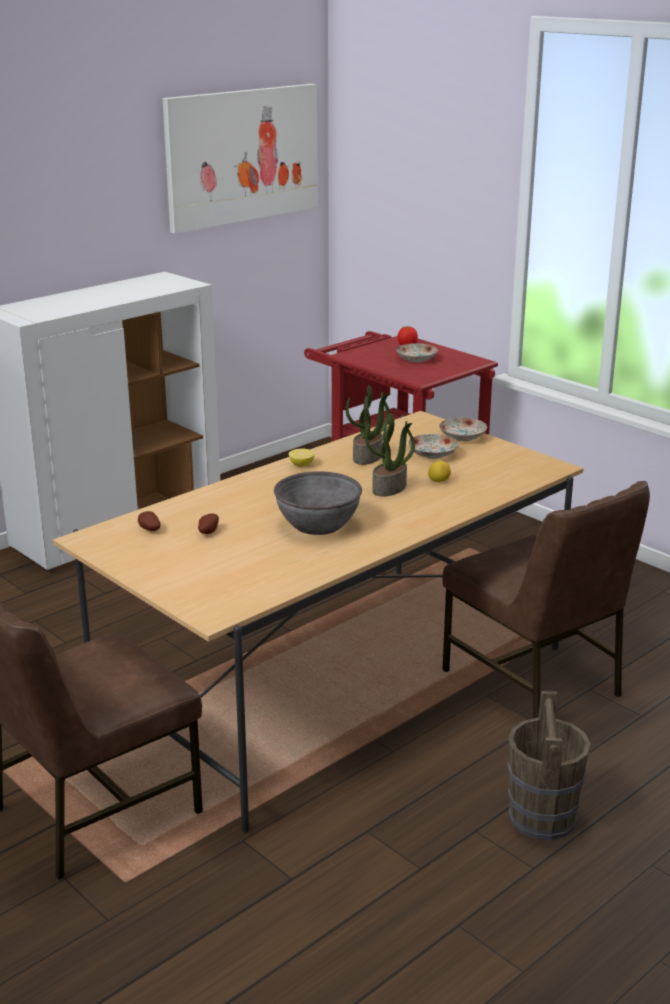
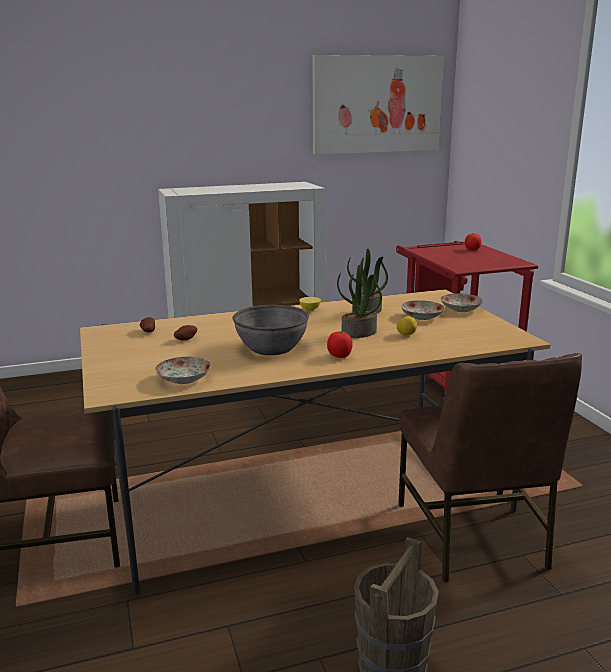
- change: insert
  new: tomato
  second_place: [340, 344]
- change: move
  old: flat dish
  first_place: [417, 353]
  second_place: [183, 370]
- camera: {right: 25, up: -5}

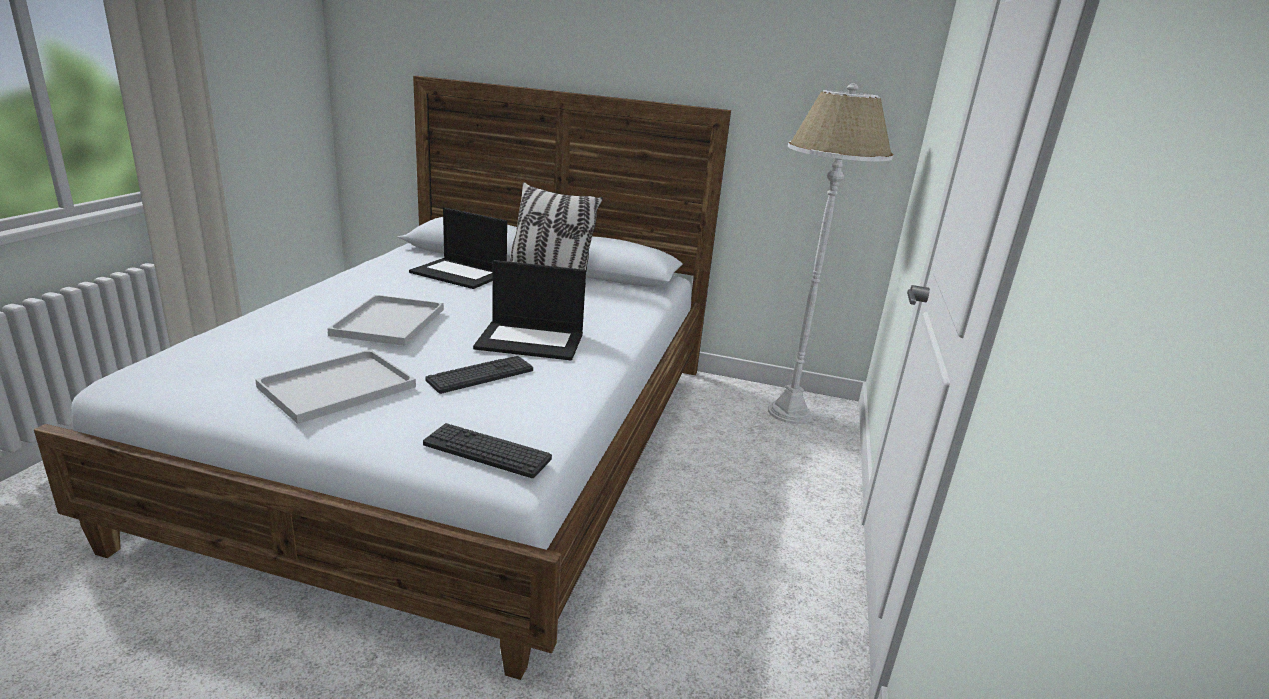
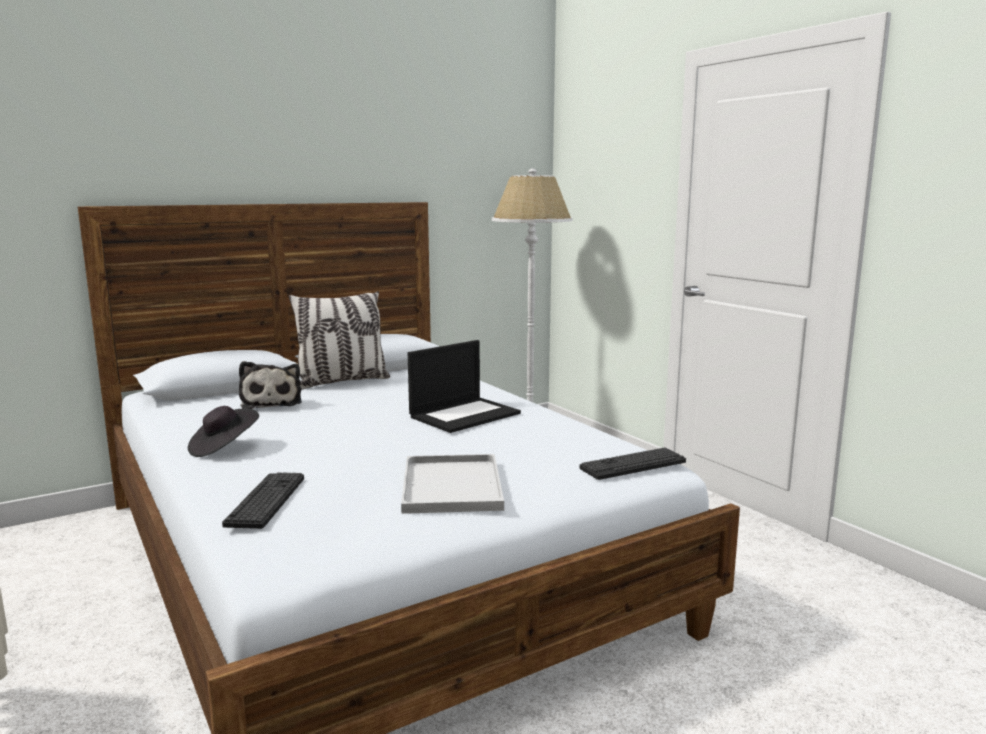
- change: delete
  old: tray in white
  first_place: [385, 320]
- change: insert
  new: wearable hat in blackish
  second_place: [223, 431]
- change: move
  old: PC keyboard
  first_place: [479, 375]
  second_place: [263, 500]
- change: replace
  old: portable computer
  new: plush toy
  first_place: [458, 248]
  second_place: [270, 385]
- camera: {right: -45, up: -10}

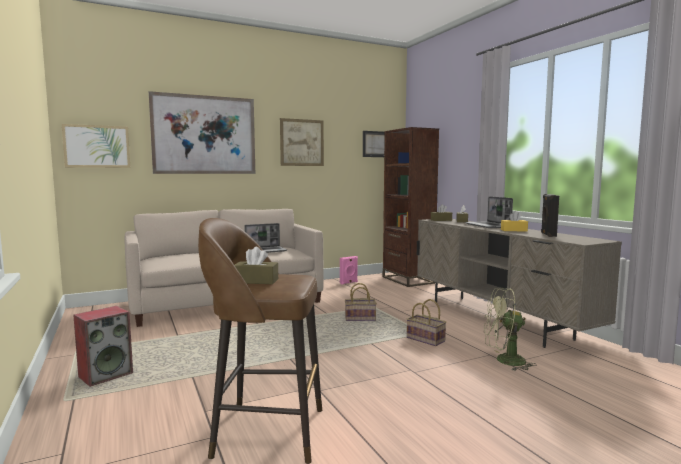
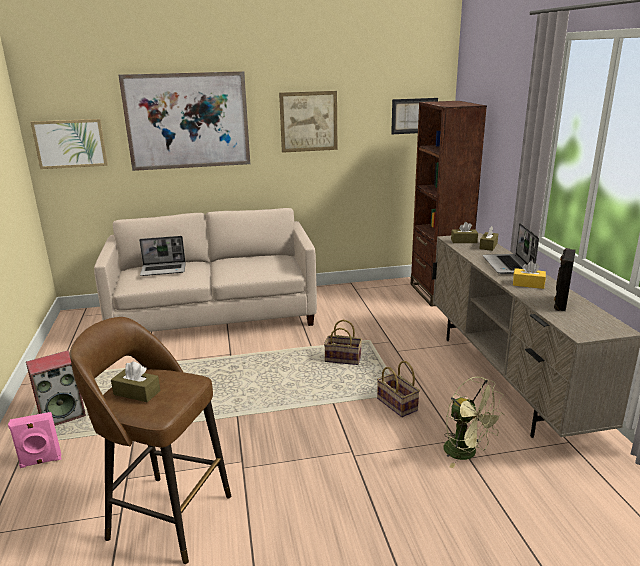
- change: move
  old: portable computer
  first_place: [265, 238]
  second_place: [162, 256]
- change: move
  old: audio speaker in pink-coloured
  first_place: [349, 270]
  second_place: [35, 440]
- change: rotate
  old: electric fan in greenish
  first_place: [510, 329]
  second_place: [474, 422]
  degrees: -150
- camera: {right: 15, up: 15}

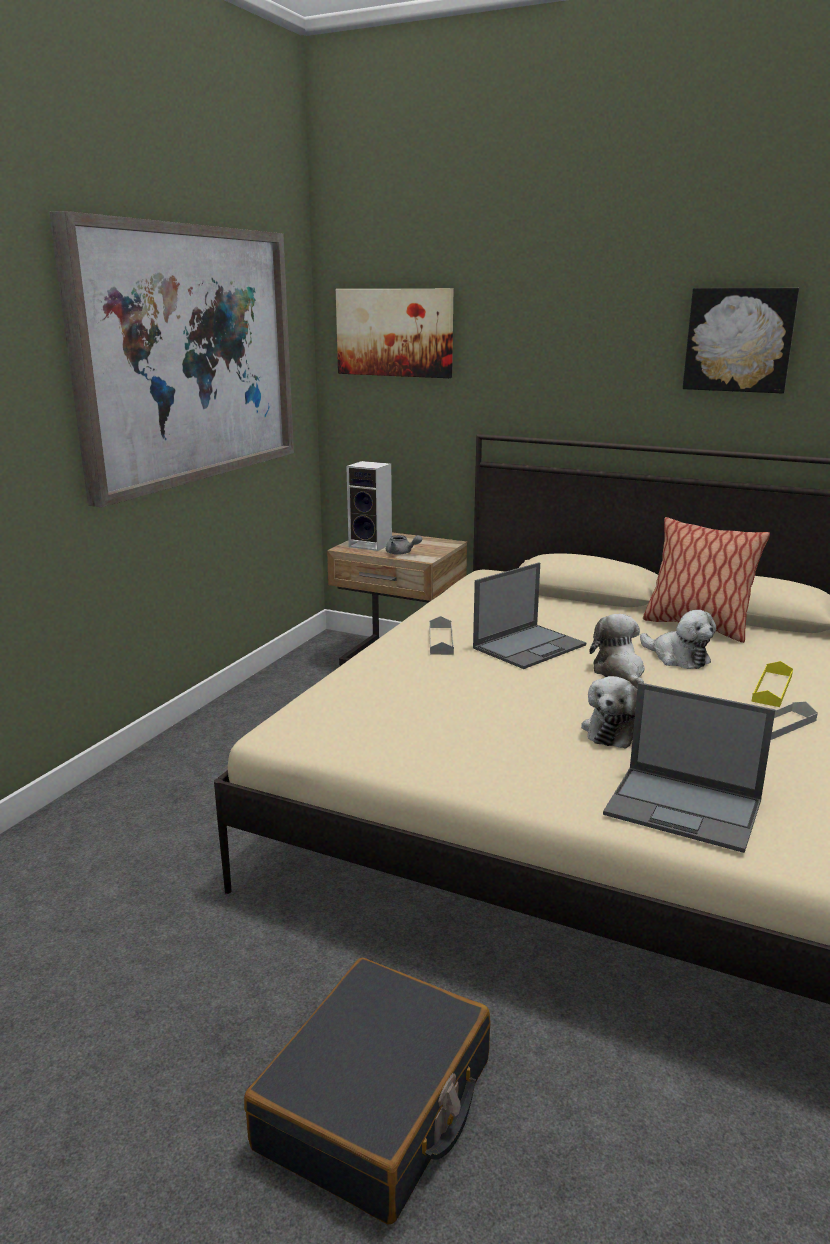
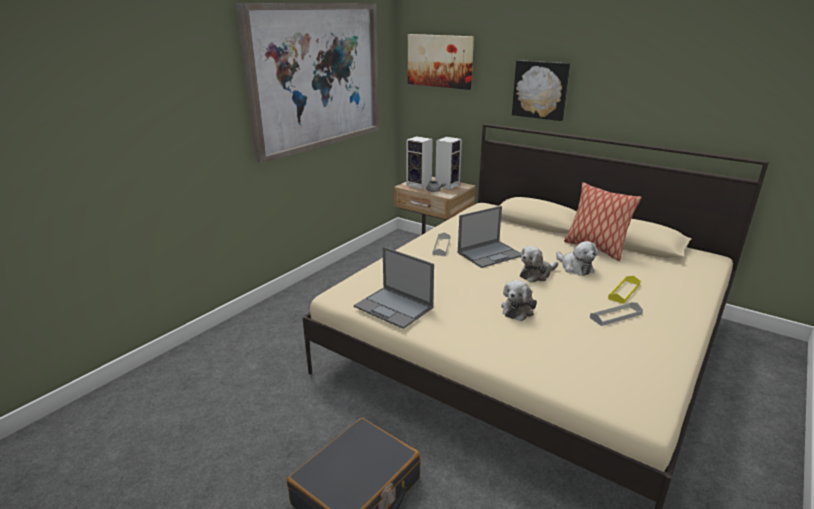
- change: insert
  new: audio speaker
  second_place: [448, 163]
- change: move
  old: portable computer
  first_place: [689, 767]
  second_place: [394, 288]
- change: move
  old: picture
  first_place: [741, 341]
  second_place: [541, 90]
- change: rotate
  old: plush toy
  first_place: [617, 651]
  second_place: [539, 264]
  degrees: -120
- camera: {right: 10, up: 5}

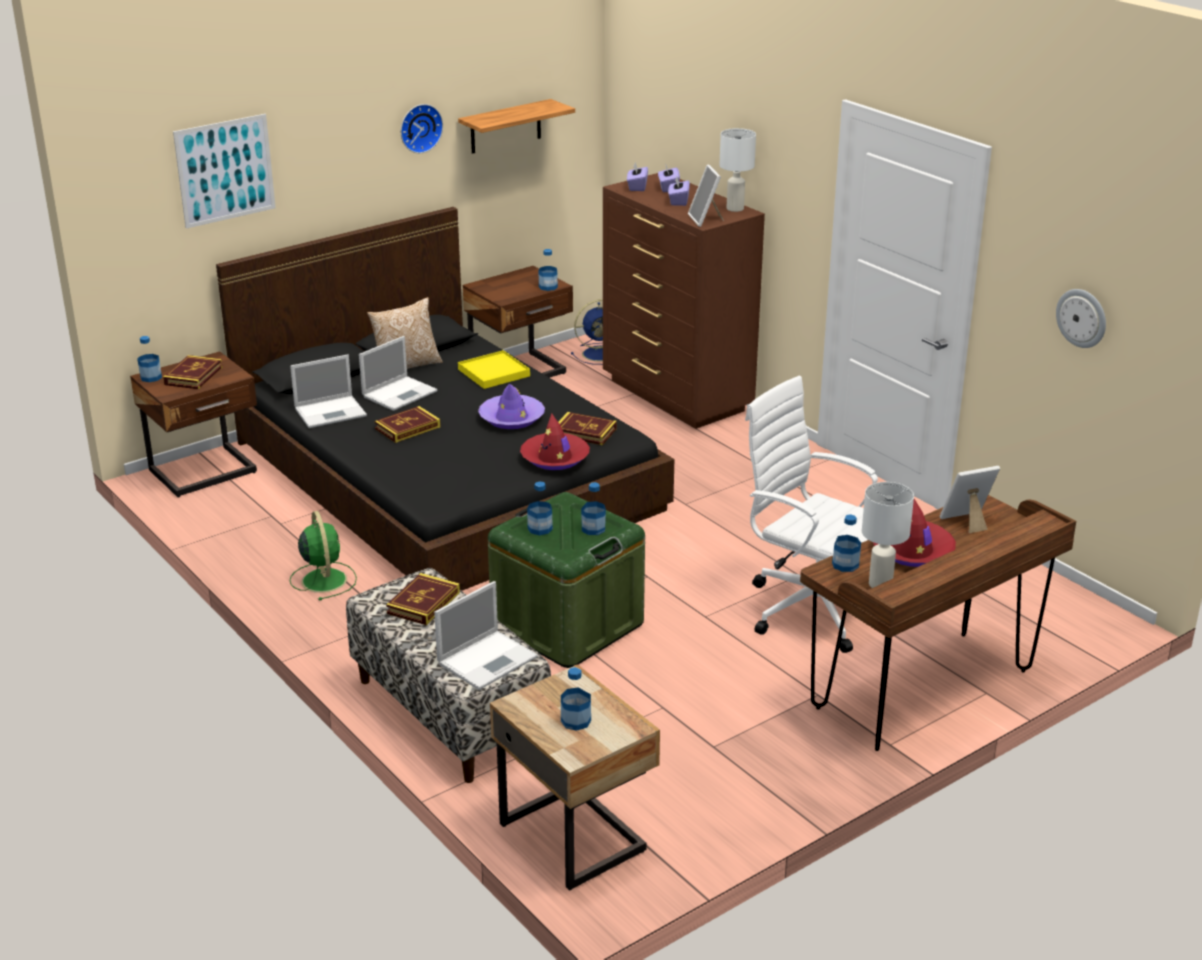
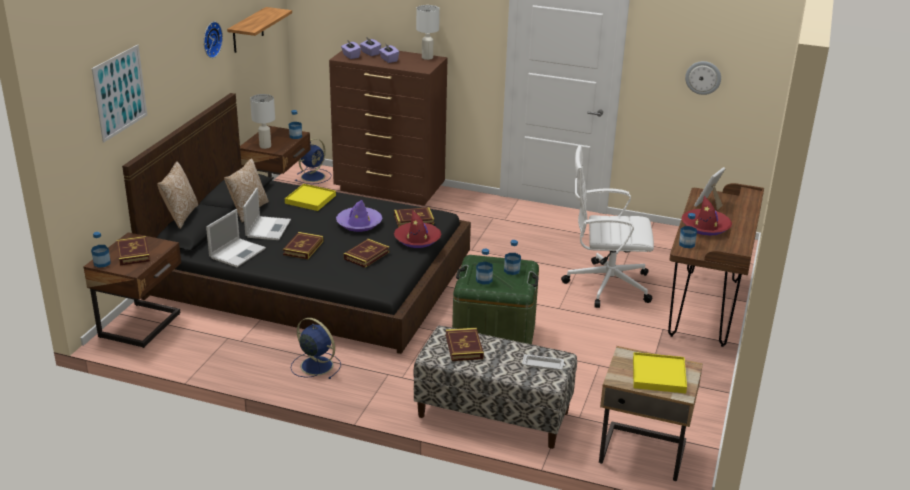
- change: delete
  old: standing frame
  first_place: [706, 196]
- change: insert
  new: cushion
  second_place: [177, 195]
- change: insert
  new: bound book
  second_place: [366, 253]
- change: move
  old: lamp for a table in white
  first_place: [888, 535]
  second_place: [262, 121]
- change: replace
  old: portable computer
  new: tray in white
  first_place: [486, 635]
  second_place: [543, 362]
- change: replace
  old: bottle
  new: tray in yellow
  first_place: [576, 699]
  second_place: [660, 372]
- change: recolor
  old: electric fan in greenish
  new: electric fan in blue
  first_place: [323, 556]
  second_place: [316, 348]
- camera: {right: -35, up: 0}

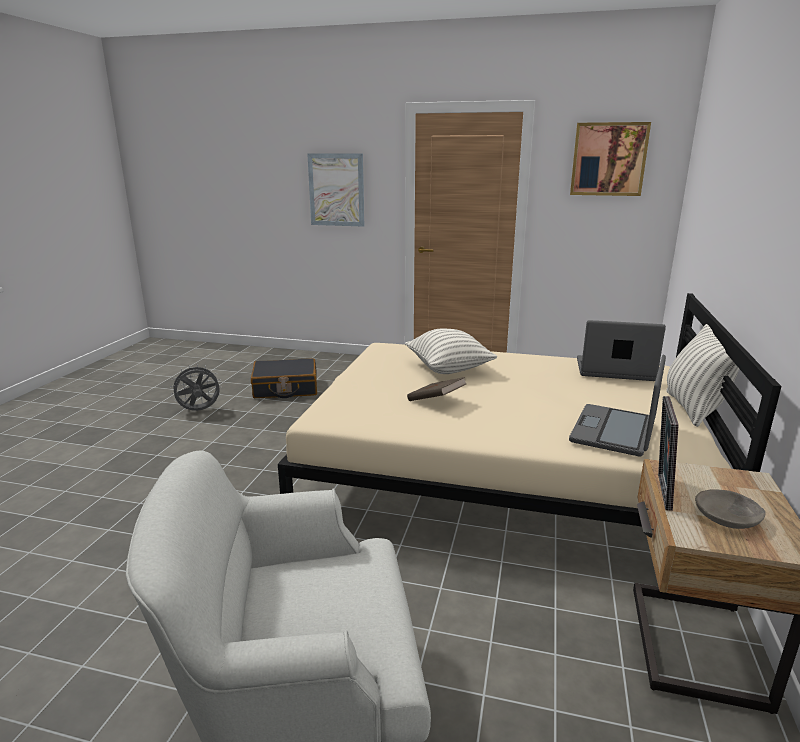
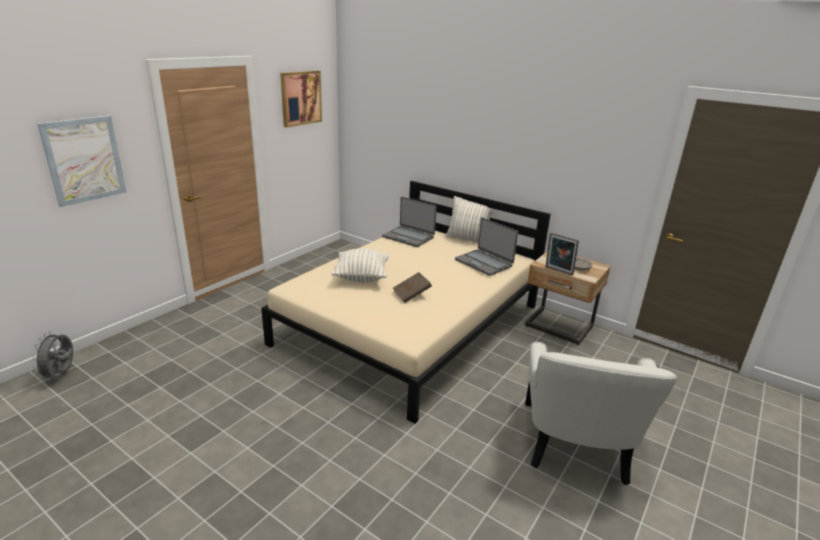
- change: delete
  old: suitcase in blackish
  first_place: [284, 378]
- change: move
  old: electric fan in greyish
  first_place: [196, 387]
  second_place: [52, 355]
- change: rotate
  old: portable computer
  first_place: [621, 350]
  second_place: [409, 222]
  degrees: -90
- camera: {right: -70, up: 5}

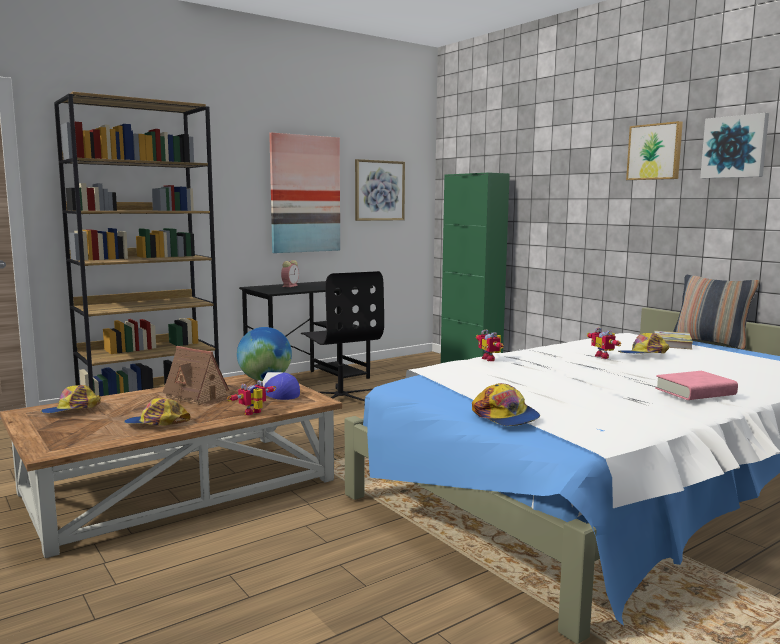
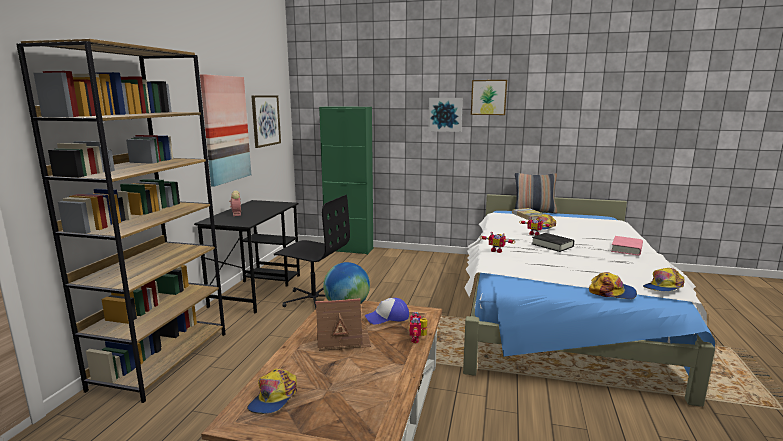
- change: insert
  new: bound book in blackish
  second_place: [553, 242]
- change: move
  old: peaked cap
  first_place: [157, 412]
  second_place: [664, 280]
- change: move
  old: picture
  first_place: [734, 145]
  second_place: [445, 115]
- camera: {right: -40, up: 5}

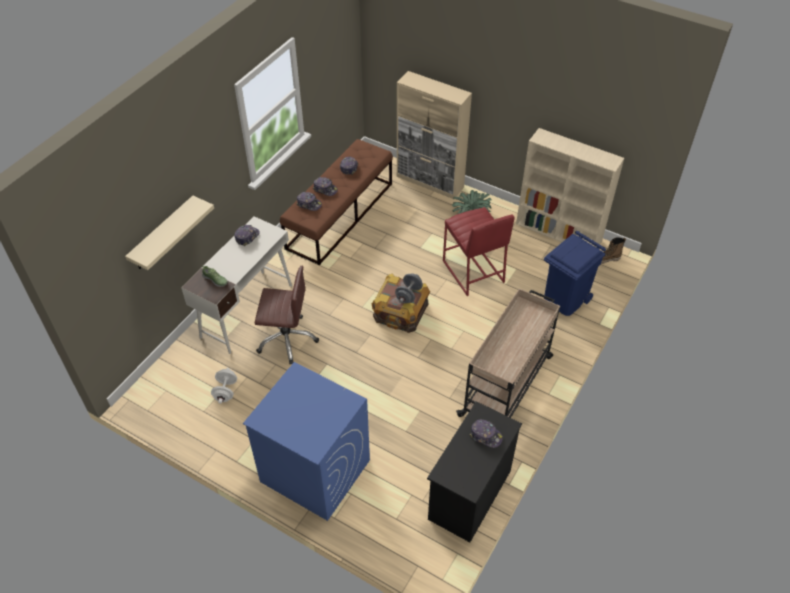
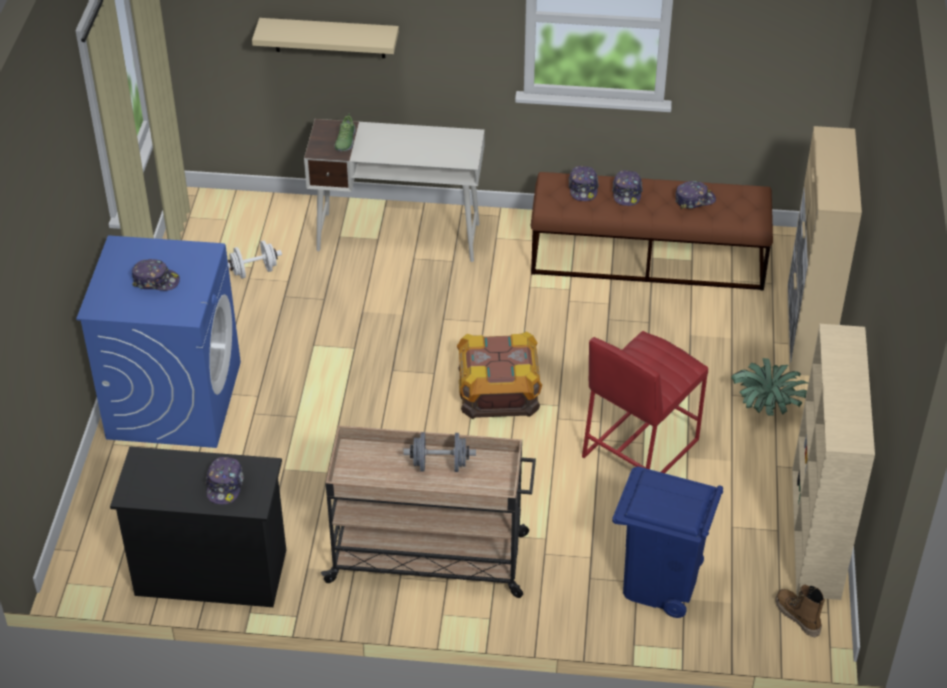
- change: delete
  old: desk chair in brown-coloured
  first_place: [287, 315]
- change: move
  old: peaked cap
  first_place: [247, 235]
  second_place: [156, 275]
- change: move
  old: hand weight in greyish
  first_place: [409, 288]
  second_place: [439, 452]
- camera: {right: 65, up: -5}

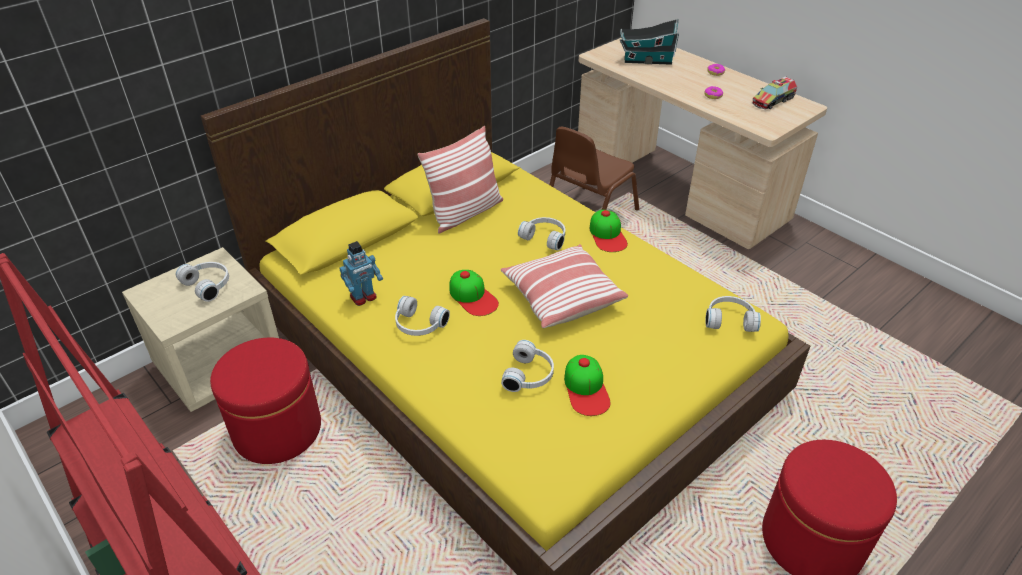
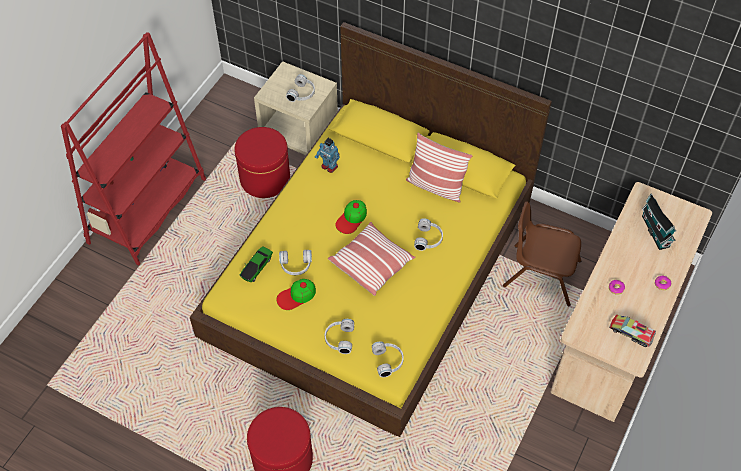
- change: delete
  old: peaked cap
  first_place: [609, 231]
- change: insert
  new: toy car
  second_place: [256, 264]
- change: move
  old: headset in white
  first_place: [422, 316]
  second_place: [339, 336]
- camera: {right: 70, up: 15}

